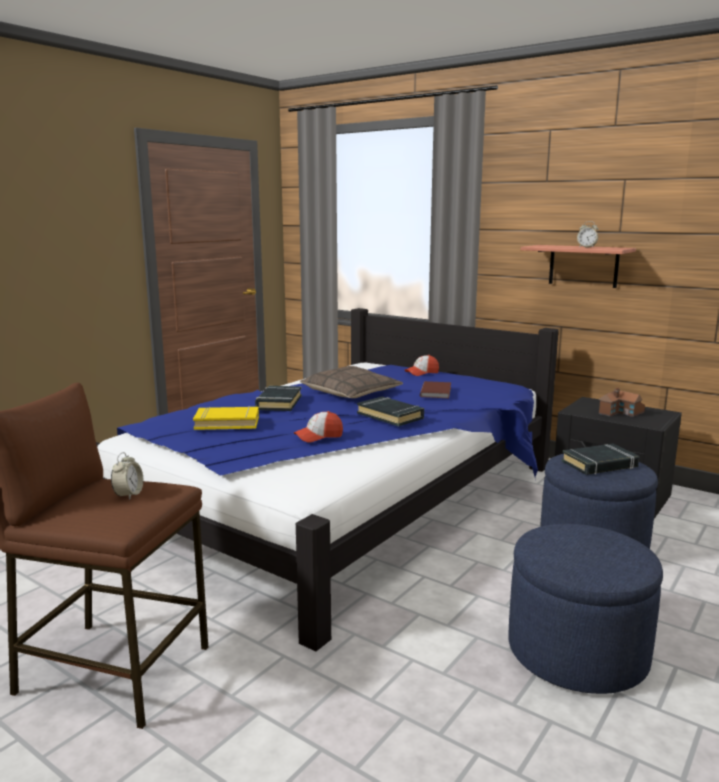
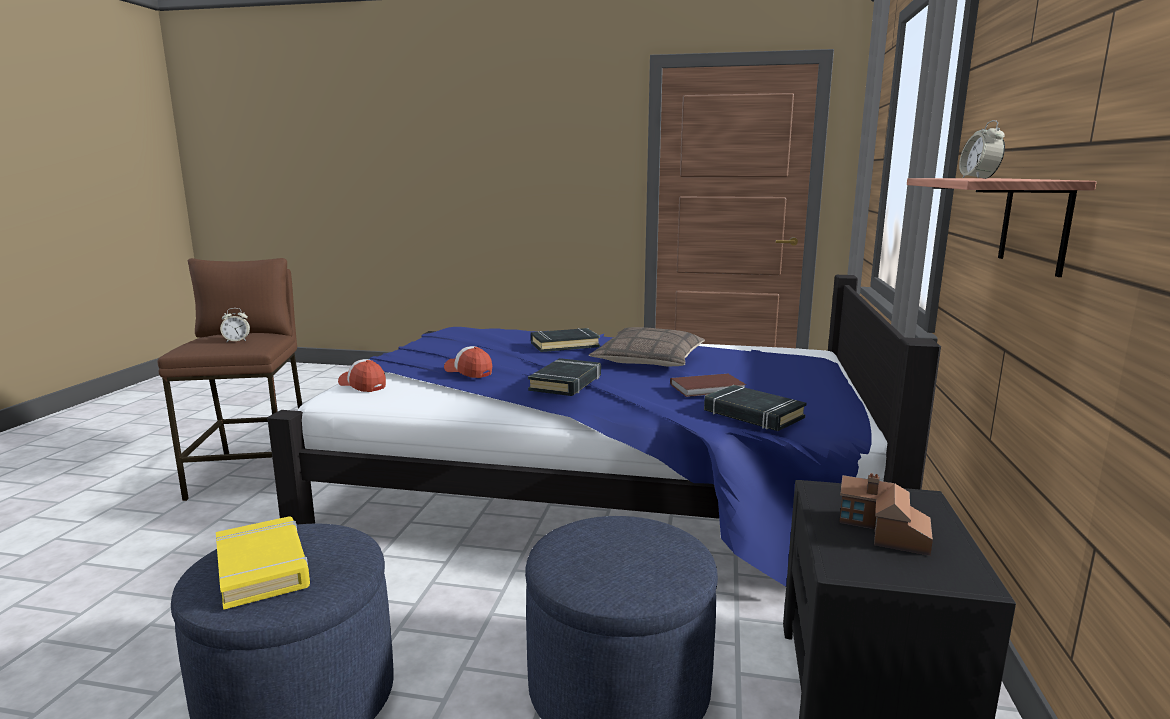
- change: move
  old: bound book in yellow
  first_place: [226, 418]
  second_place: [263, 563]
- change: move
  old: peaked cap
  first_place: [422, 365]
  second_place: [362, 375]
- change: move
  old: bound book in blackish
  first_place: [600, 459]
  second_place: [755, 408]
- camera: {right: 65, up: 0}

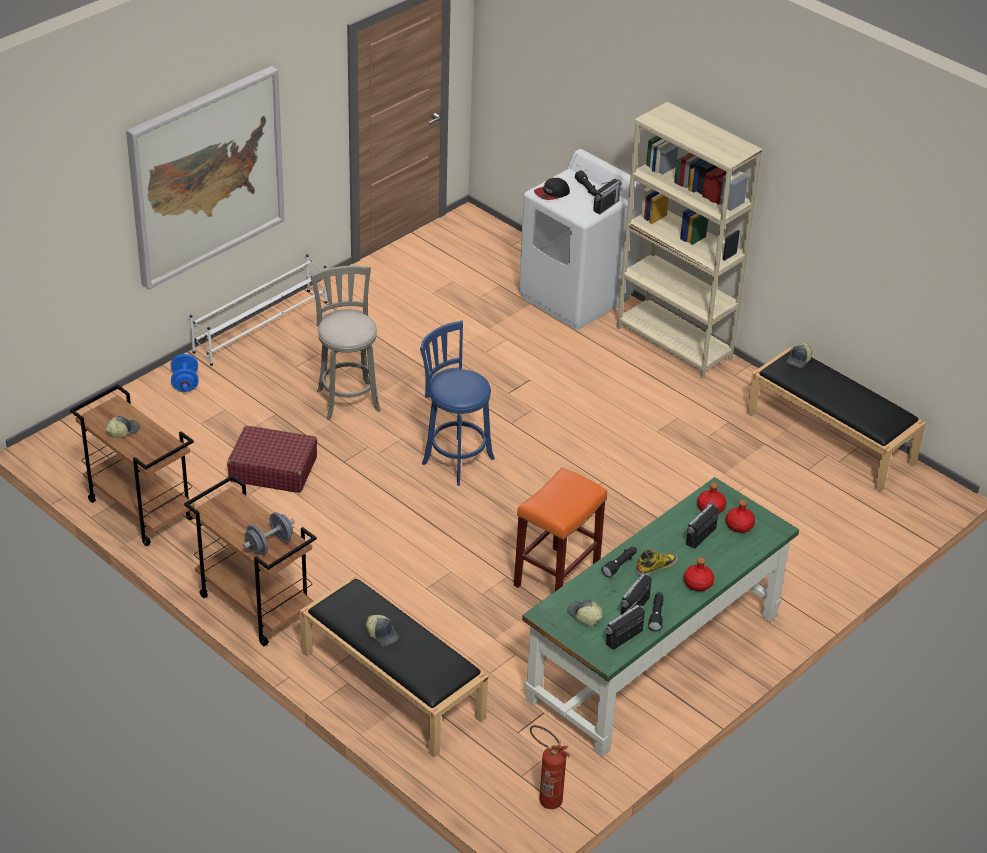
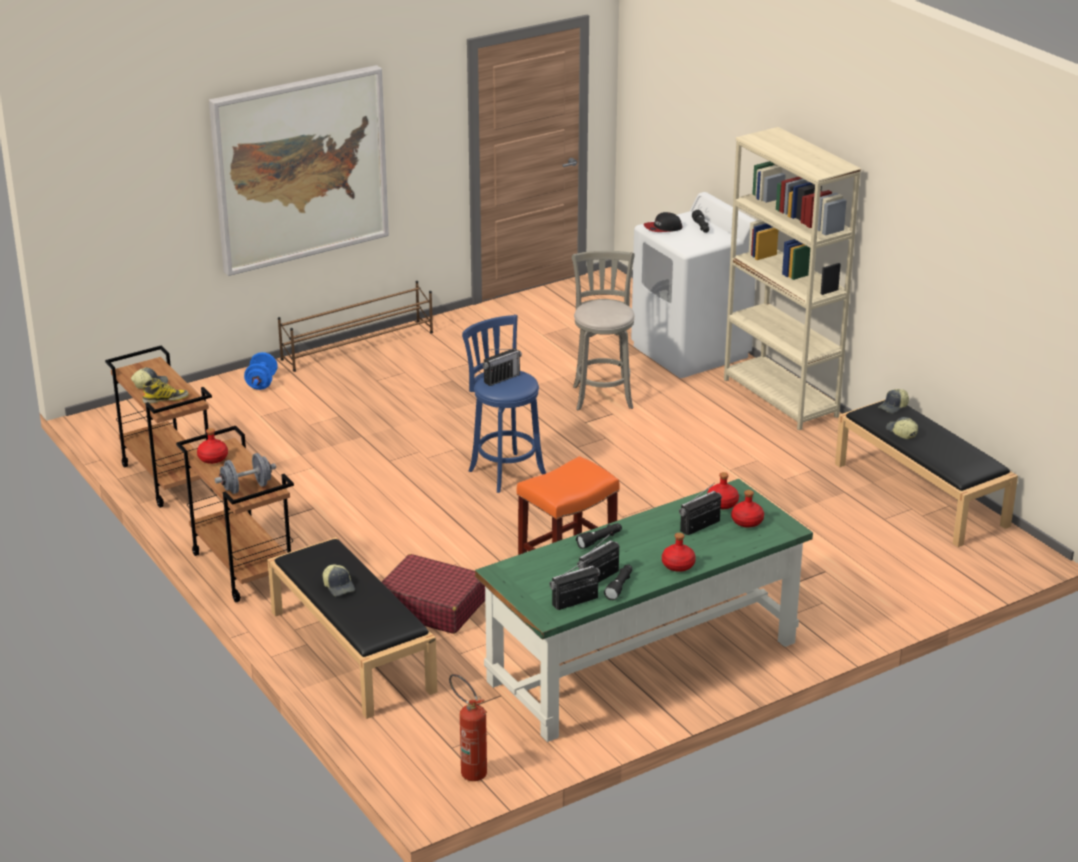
- change: insert
  new: bottle in reddish
  second_place: [212, 446]
- change: move
  old: suitcase in reddish
  first_place: [272, 459]
  second_place: [433, 594]
- change: move
  old: stool seat in greyish
  first_place: [346, 343]
  second_place: [603, 331]
- change: move
  old: peaked cap
  first_place: [585, 614]
  second_place: [902, 428]
- change: move
  old: radio
  first_place: [607, 196]
  second_place: [502, 367]
- change: move
  old: tall boot
  first_place: [657, 562]
  second_place: [166, 391]
- change: recolor
  old: shoe rack in white
  new: shoe rack in brown-coloured
  first_place: [259, 310]
  second_place: [355, 326]
- camera: {right: 15, up: -10}

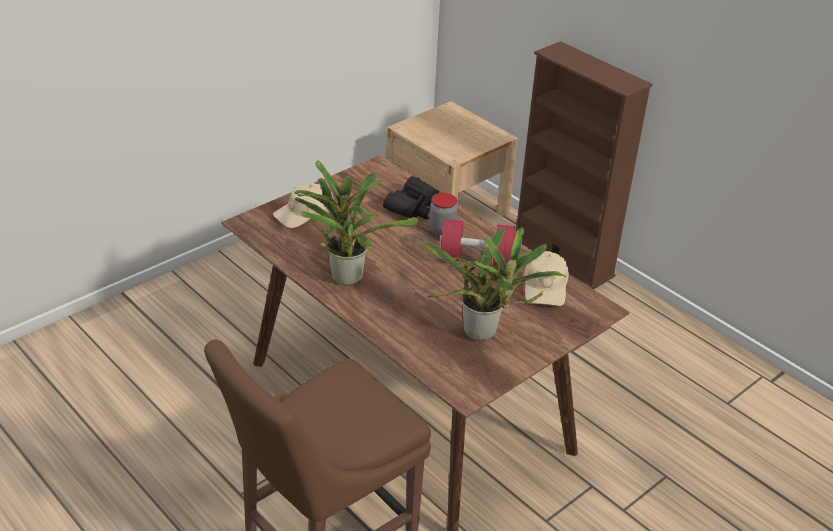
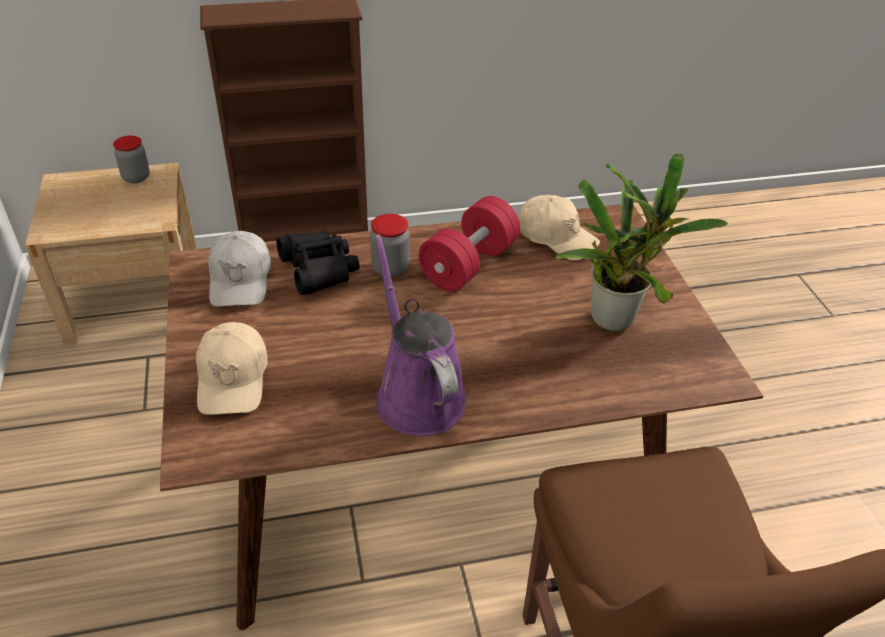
- change: insert
  new: storage jar
  second_place: [131, 159]
- change: insert
  new: peaked cap in white
  second_place: [239, 269]
- change: replace
  old: houseplant
  new: watering can in purplish
  first_place: [356, 223]
  second_place: [420, 335]
- camera: {right: -60, up: 5}

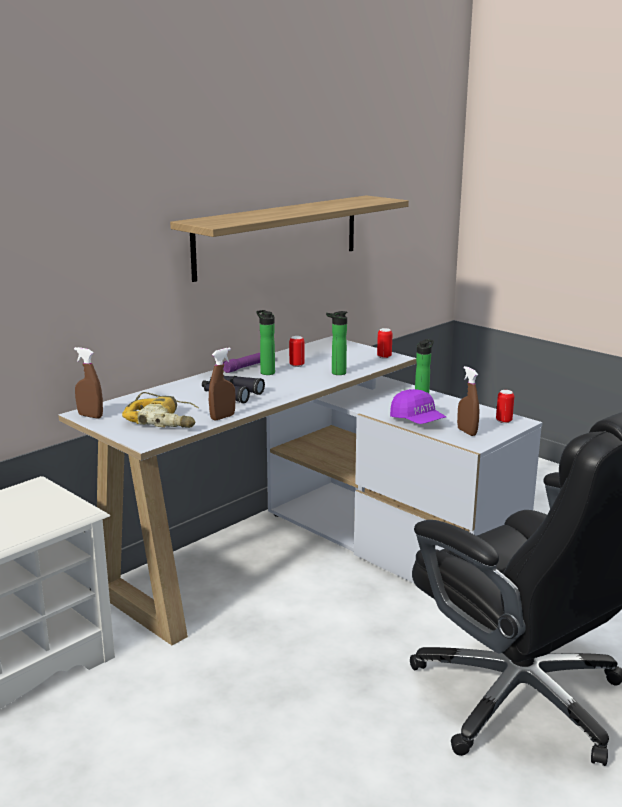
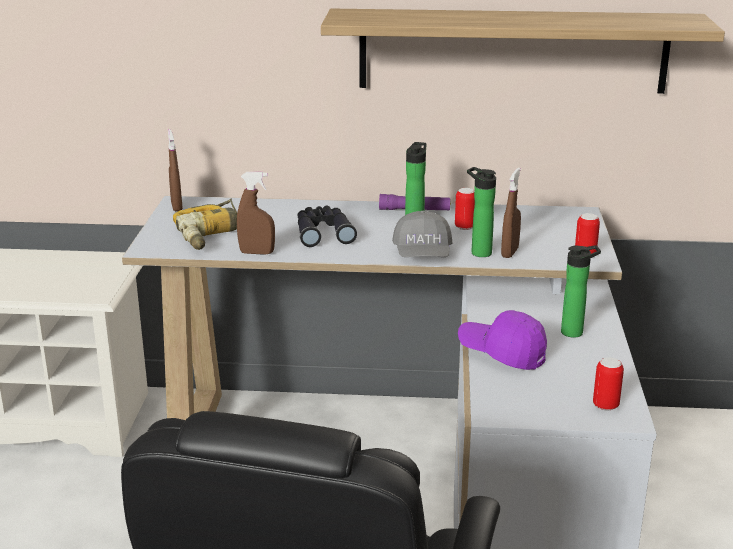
- change: insert
  new: peaked cap in greyish
  second_place: [422, 234]
- change: move
  old: sprayer in brown-coloured
  first_place: [468, 401]
  second_place: [511, 213]
- change: rotate
  old: peaked cap in purplish
  first_place: [418, 406]
  second_place: [502, 340]
  degrees: 105
- camera: {right: 50, up: 5}

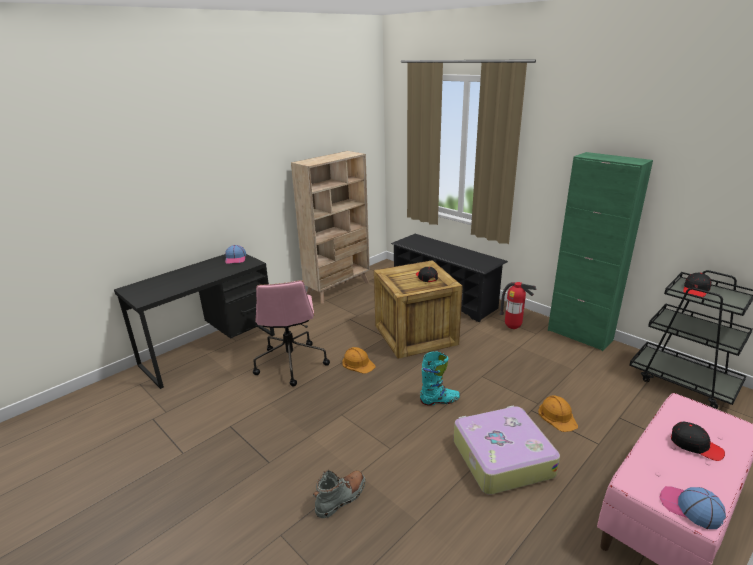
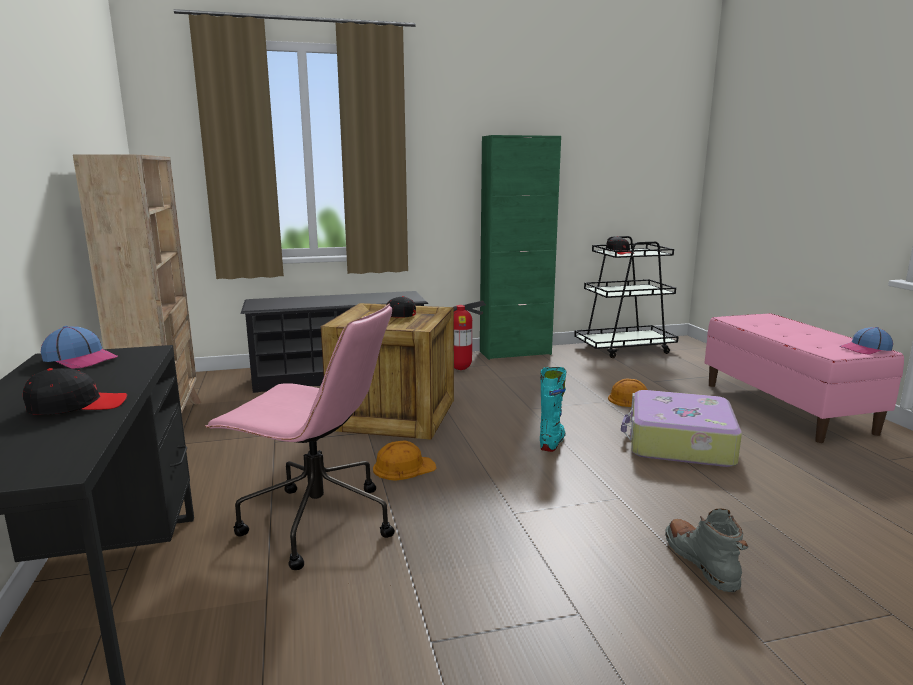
- change: move
  old: peaked cap in blackish
  first_place: [698, 441]
  second_place: [75, 391]
- camera: {right: -60, up: -10}

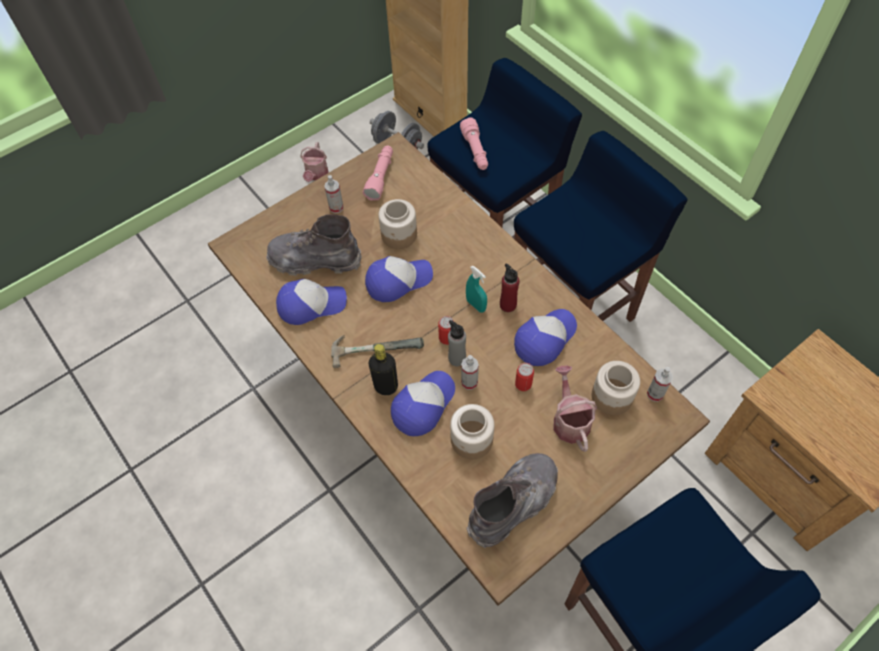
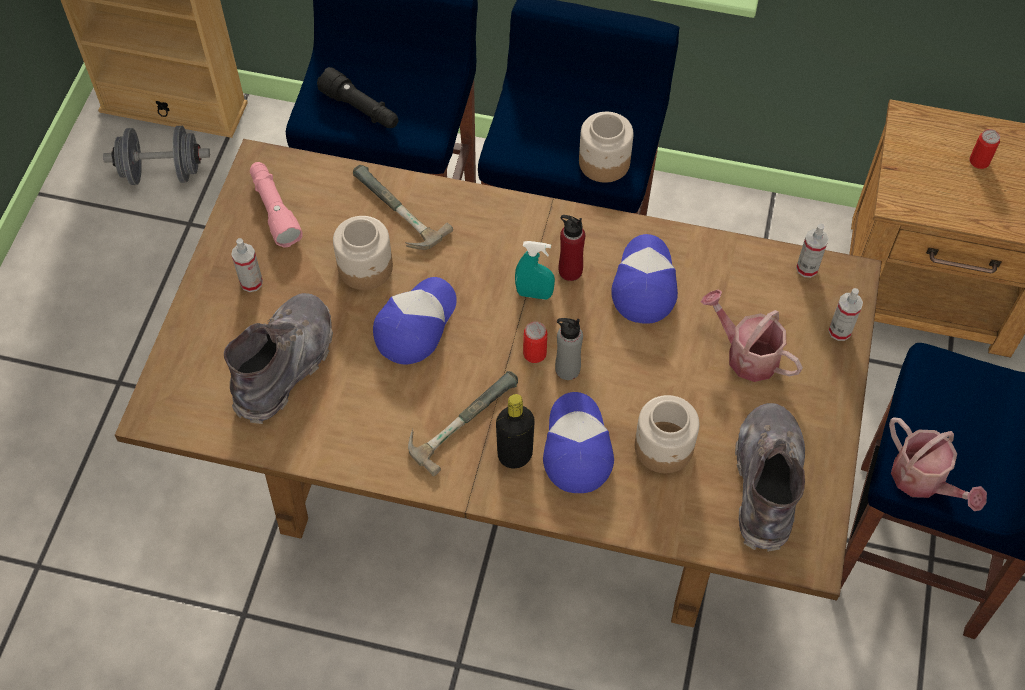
- change: delete
  old: peaked cap
  first_place: [311, 302]
- change: insert
  new: hand hammer
  second_place: [403, 207]
- change: move
  old: watering can
  first_place: [314, 162]
  second_place: [938, 464]
- change: move
  old: sprayer
  first_place: [470, 372]
  second_place: [845, 314]
- change: move
  old: metal can
  first_place: [524, 377]
  second_place: [985, 149]
- change: move
  old: storage jar
  first_place: [616, 388]
  second_place: [606, 147]
- change: recolor
  old: flashlight in pink-coloured
  new: flashlight in blackish
  first_place: [474, 143]
  second_place: [358, 97]
- change: rotate
  old: tall boot in greyish
  first_place: [314, 245]
  second_place: [278, 358]
  degrees: 150
- camera: {right: -40, up: 0}

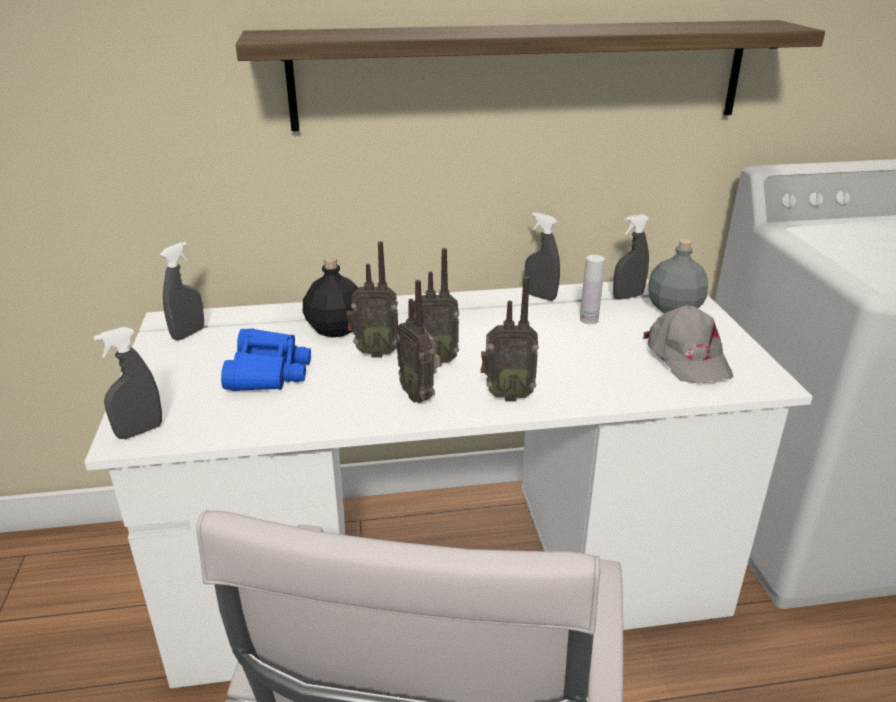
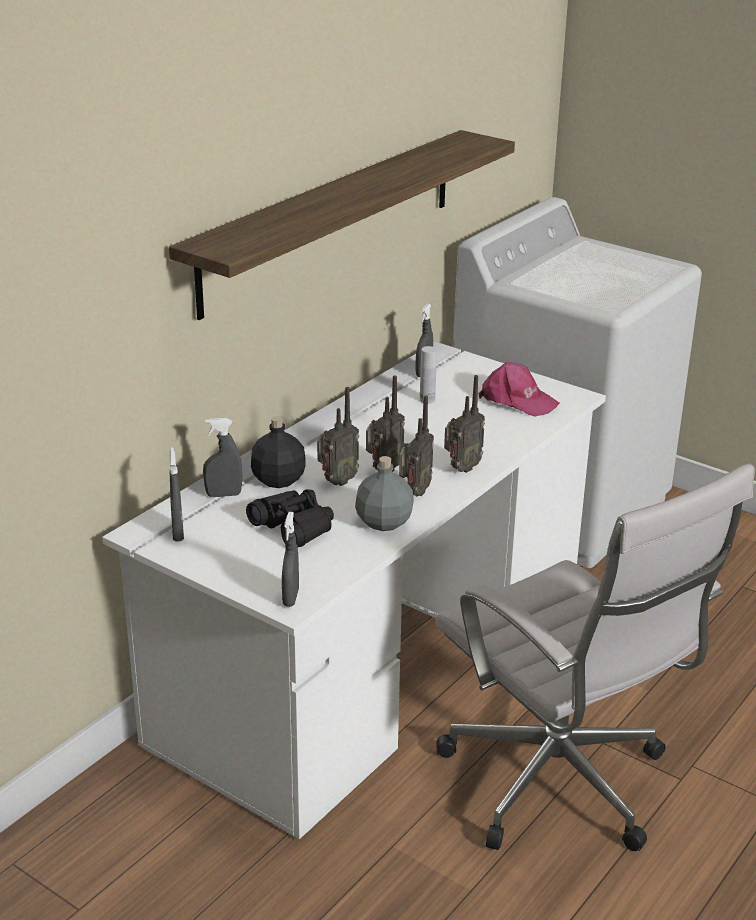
- change: move
  old: sprayer in greyish
  first_place: [542, 256]
  second_place: [222, 457]
- change: move
  old: bottle in greyish
  first_place: [678, 276]
  second_place: [384, 493]
- change: recolor
  old: field glasses in blue
  new: field glasses in blackish
  first_place: [266, 359]
  second_place: [290, 518]
- change: recolor
  old: peaked cap in greyish
  new: peaked cap in pink-coloured
  first_place: [688, 344]
  second_place: [519, 389]
- change: rotate
  old: radio
  first_place: [418, 341]
  second_place: [416, 446]
  degrees: -75
- camera: {right: -45, up: 0}

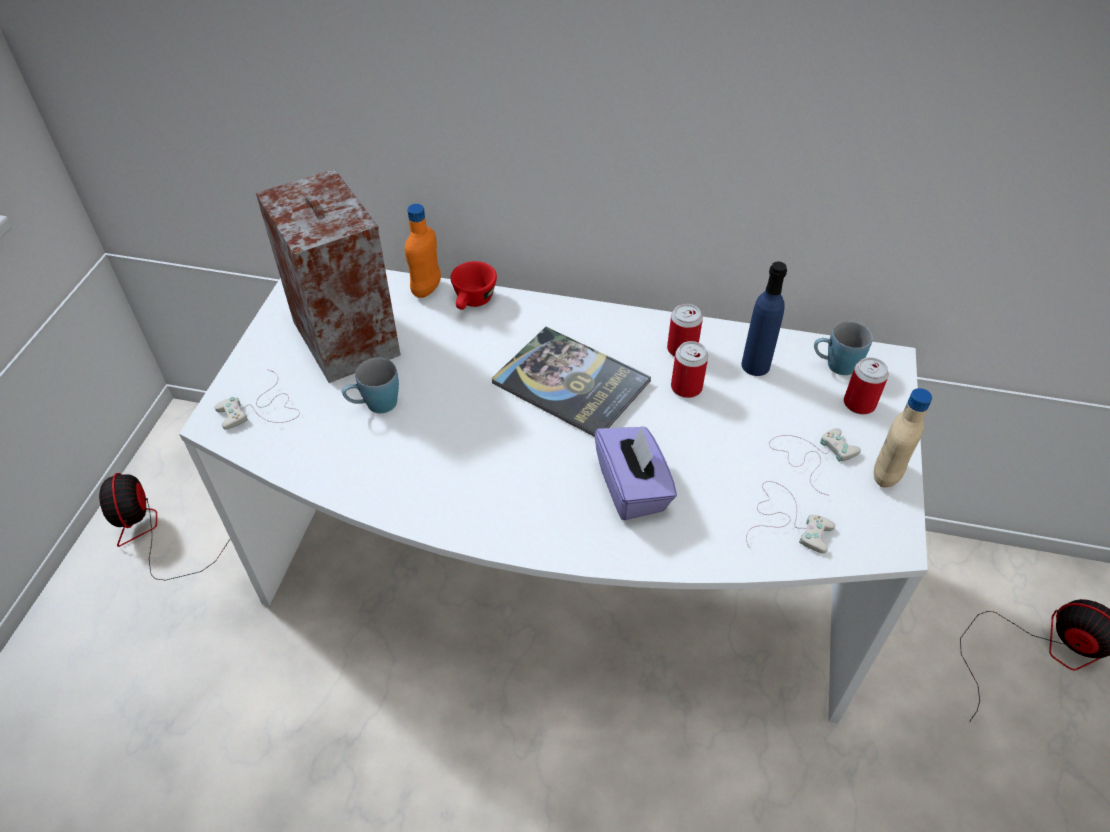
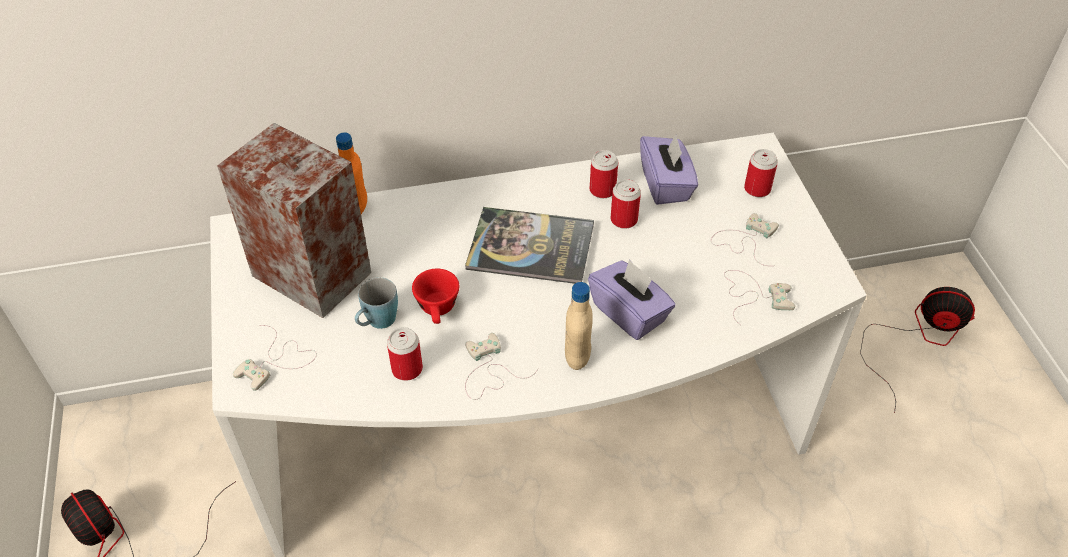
- change: delete
  old: coffee mug in blue
  first_place: [843, 348]
- change: insert
  new: metal can
  second_place: [405, 354]
- change: insert
  new: gamepad in white
  second_place: [502, 366]
- change: move
  old: small cup in reddish
  first_place: [473, 285]
  second_place: [435, 296]
- change: move
  old: bottle in beige
  first_place: [903, 437]
  second_place: [579, 326]
- change: replace
  old: bottle in blue
  new: box of tissues in purplish
  first_place: [764, 318]
  second_place: [669, 169]
- camera: {right: -25, up: 0}

